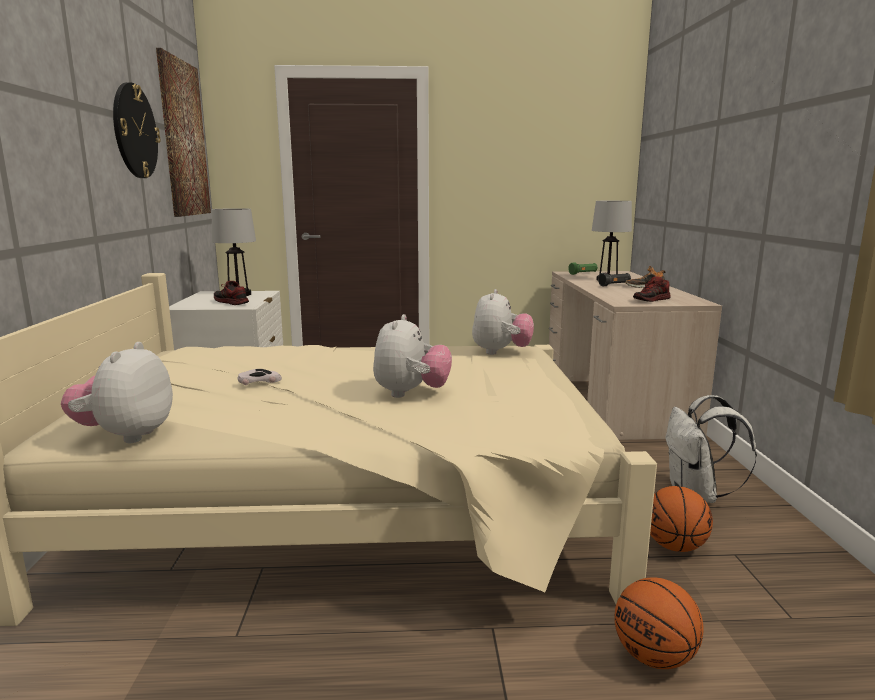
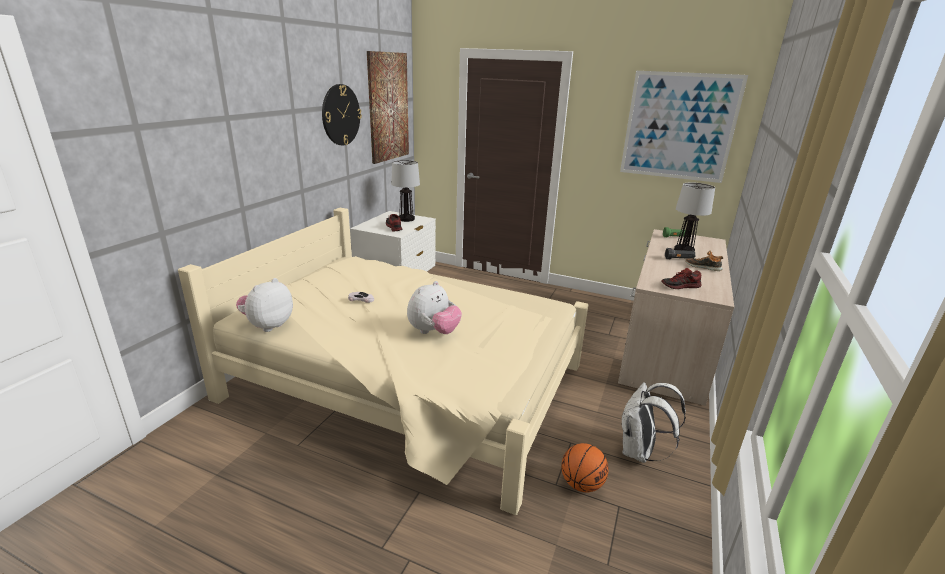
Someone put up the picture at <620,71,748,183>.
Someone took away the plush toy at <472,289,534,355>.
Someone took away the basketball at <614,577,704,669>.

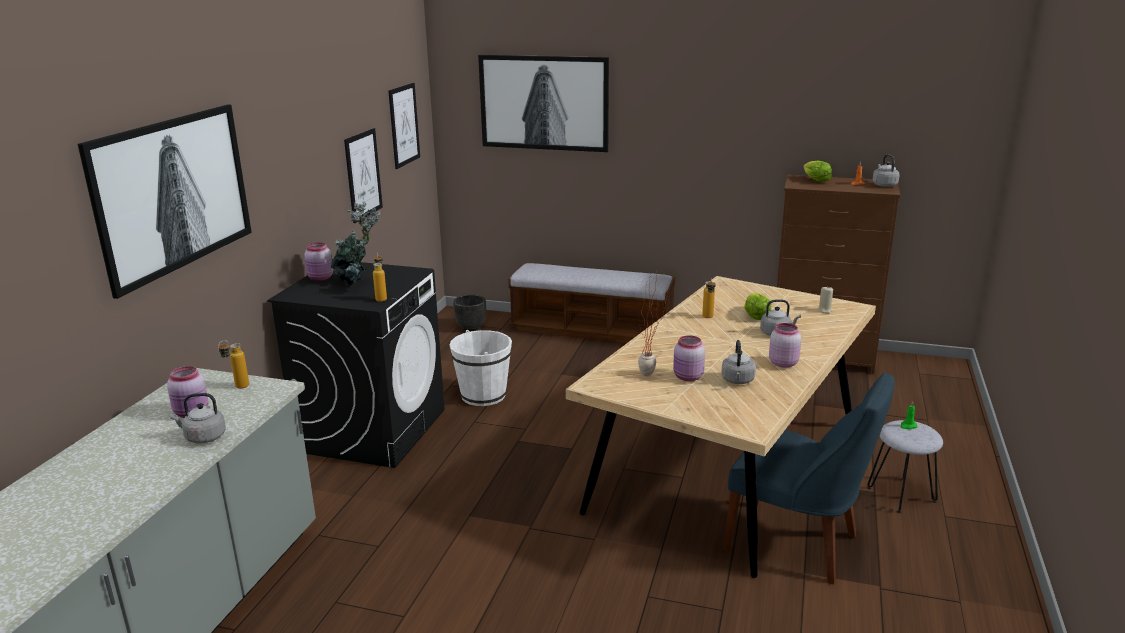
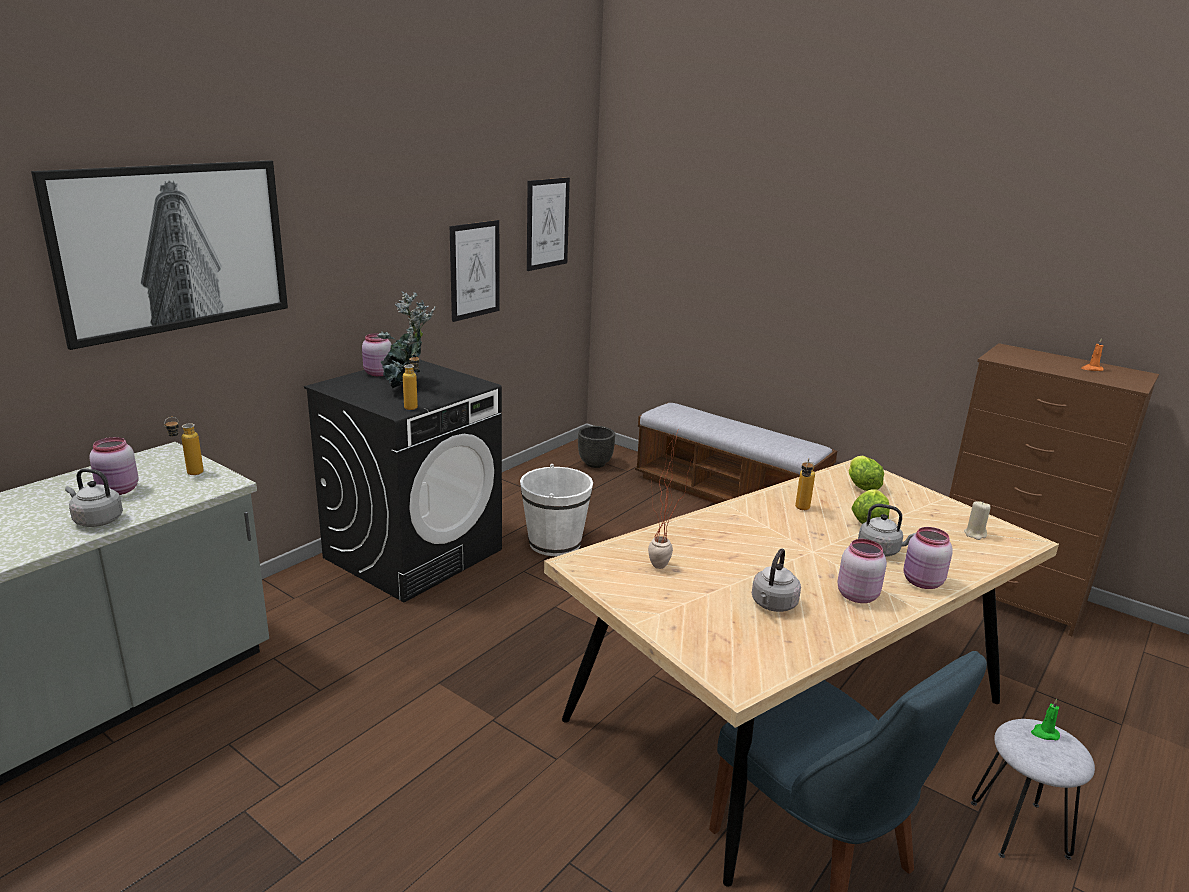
Someone carried the lettuce from <803,161,832,182> to <849,456,884,491>.
Someone carried the pink jar from <673,335,705,381> to <904,527,953,589>.
Someone took away the picture at <478,55,609,152>.
Someone took away the grey kettle at <872,154,899,187>.

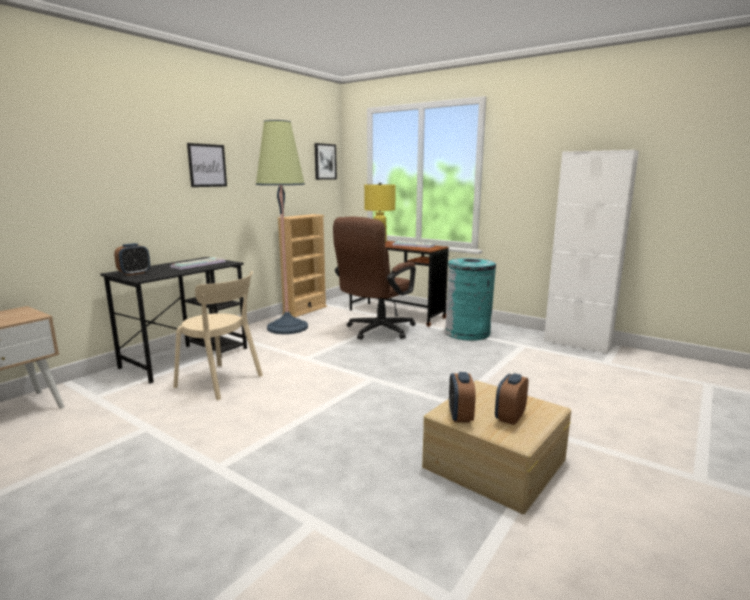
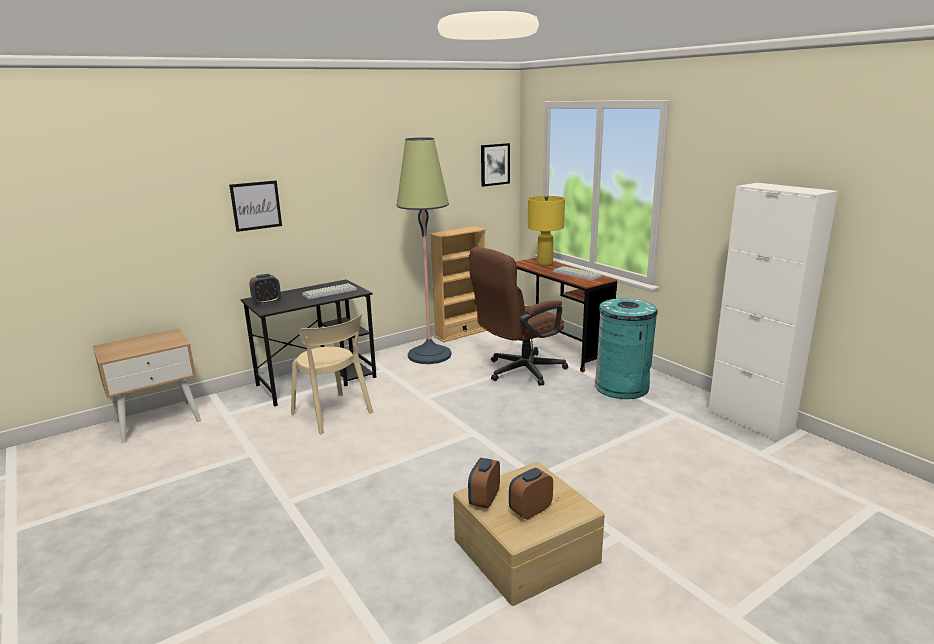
Someone carried the picture from <187,143,227,187> to <229,181,282,232>.

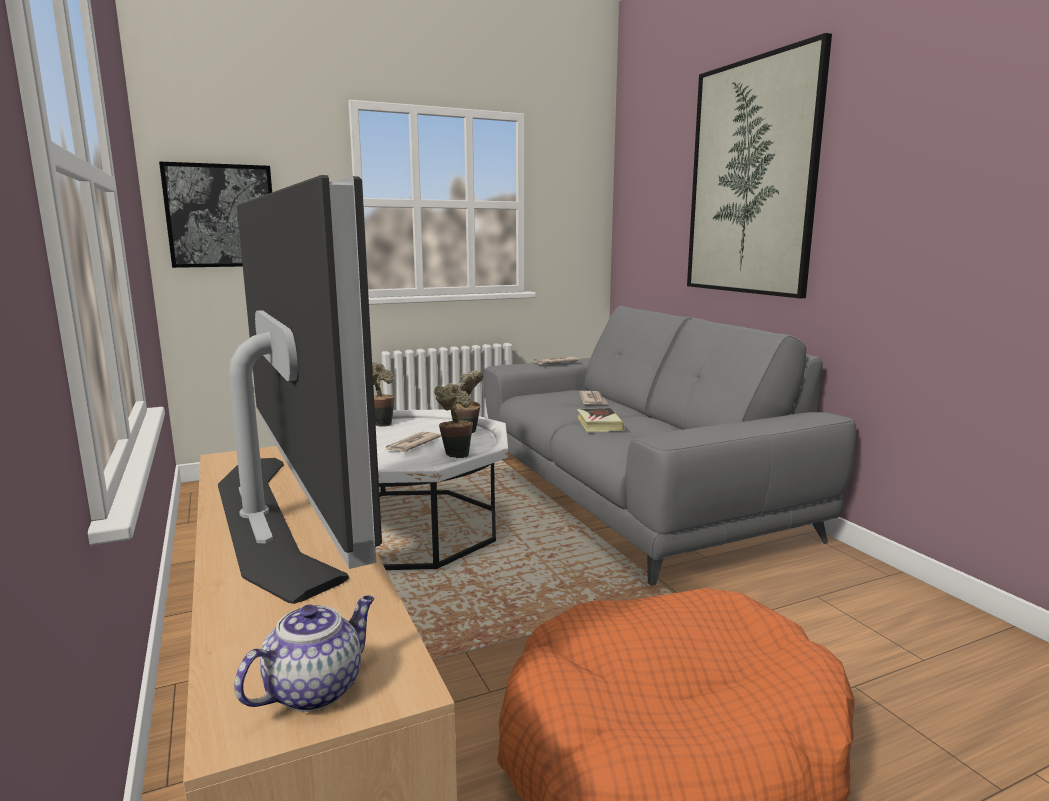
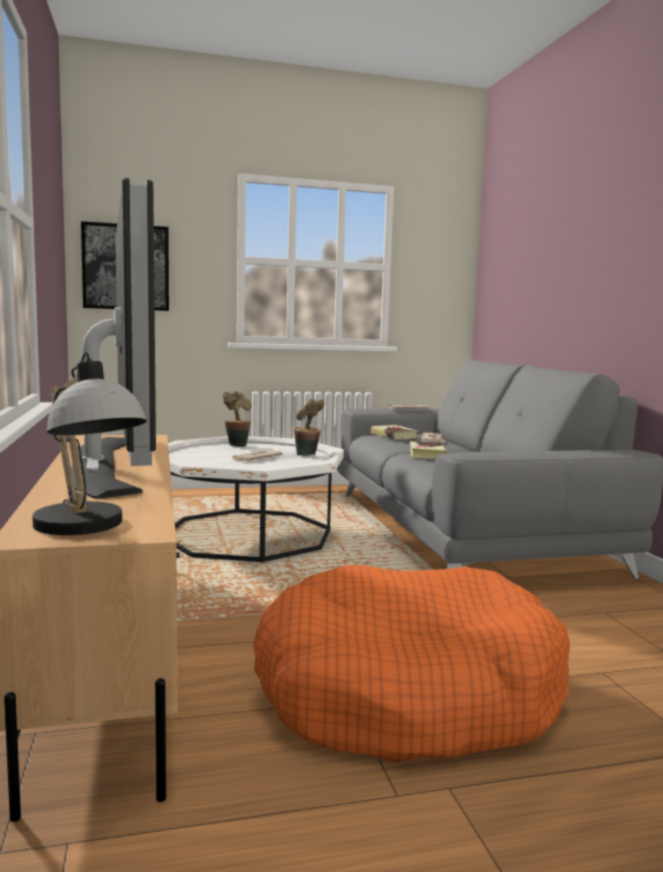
Someone swapped the teapot at <234,596,374,712> for the table lamp at <32,352,147,535>.
Someone put down the book at <370,425,418,439>.
Someone took away the potted plant at <434,383,473,458>.
Someone took away the picture at <687,33,832,298>.

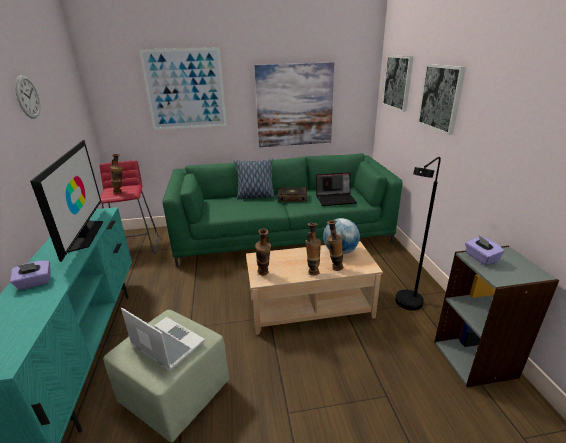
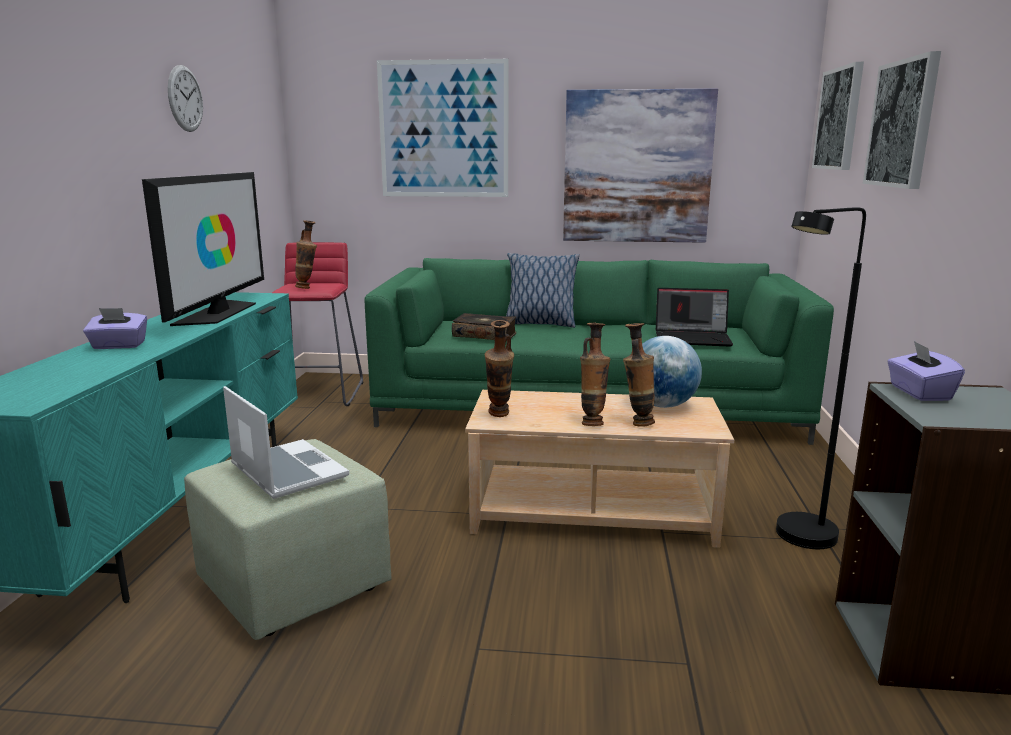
Someone carried the book from <278,187,307,202> to <452,313,516,342>.

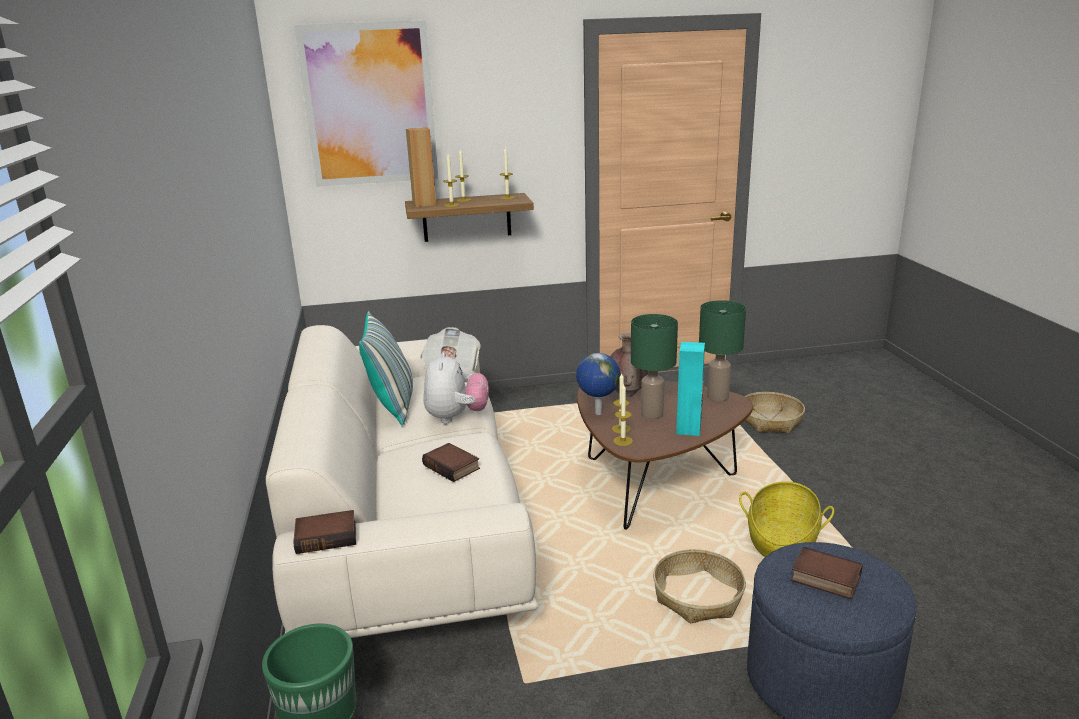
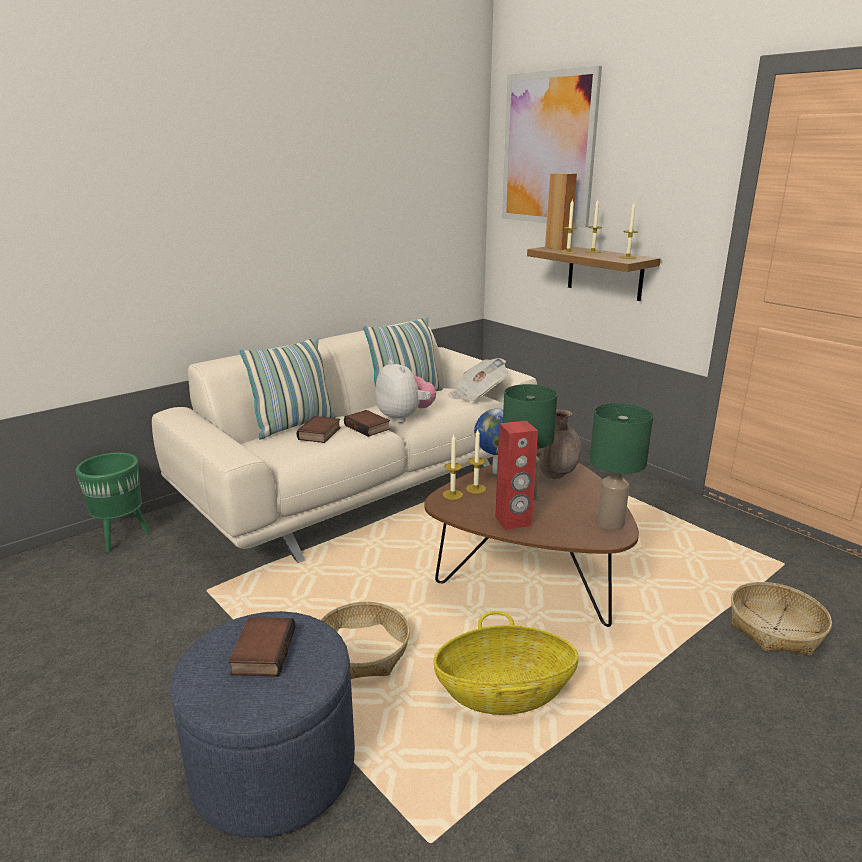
Someone put down the pillow at <239,337,337,439>.
Someone carried the book from <293,510,356,554> to <344,410,390,437>.
Someone rotated the plush toy at <423,351,489,423> by 90 degrees counterclockwise.
Someone repainted the turquoise speaker at <676,342,705,436>, which became the red speaker at <495,421,538,530>.

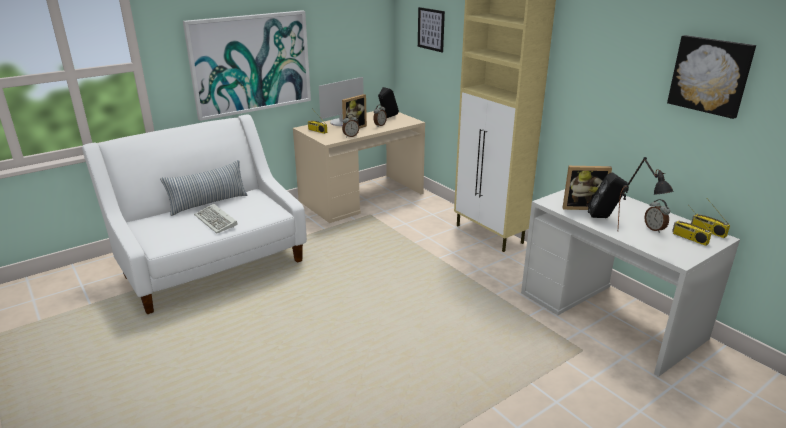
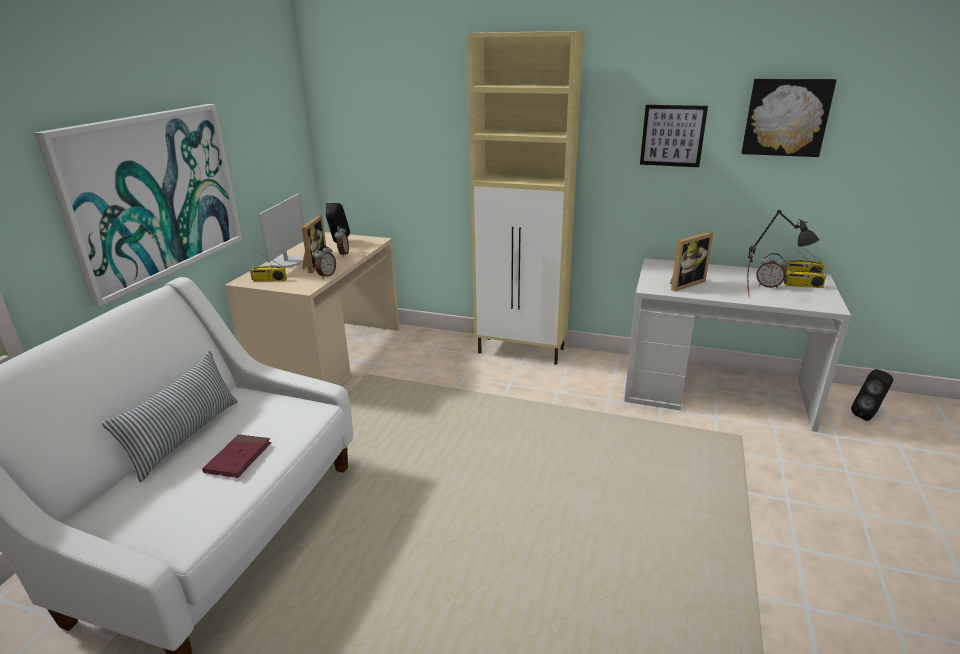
Someone swapped the keyboard at <194,204,238,233> for the red book at <202,434,271,478>.
Someone carried the picture from <418,7,445,52> to <640,105,708,167>.
Someone carried the black speaker from <588,172,628,218> to <851,369,893,421>.

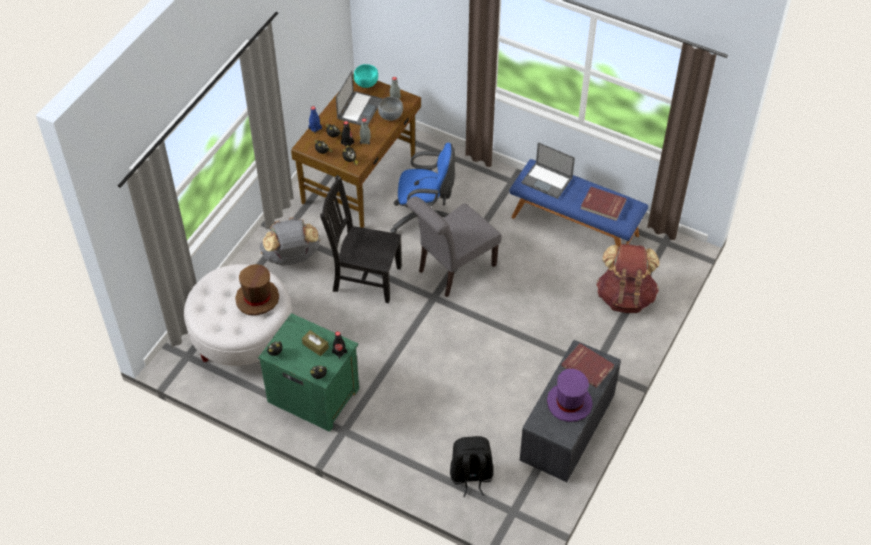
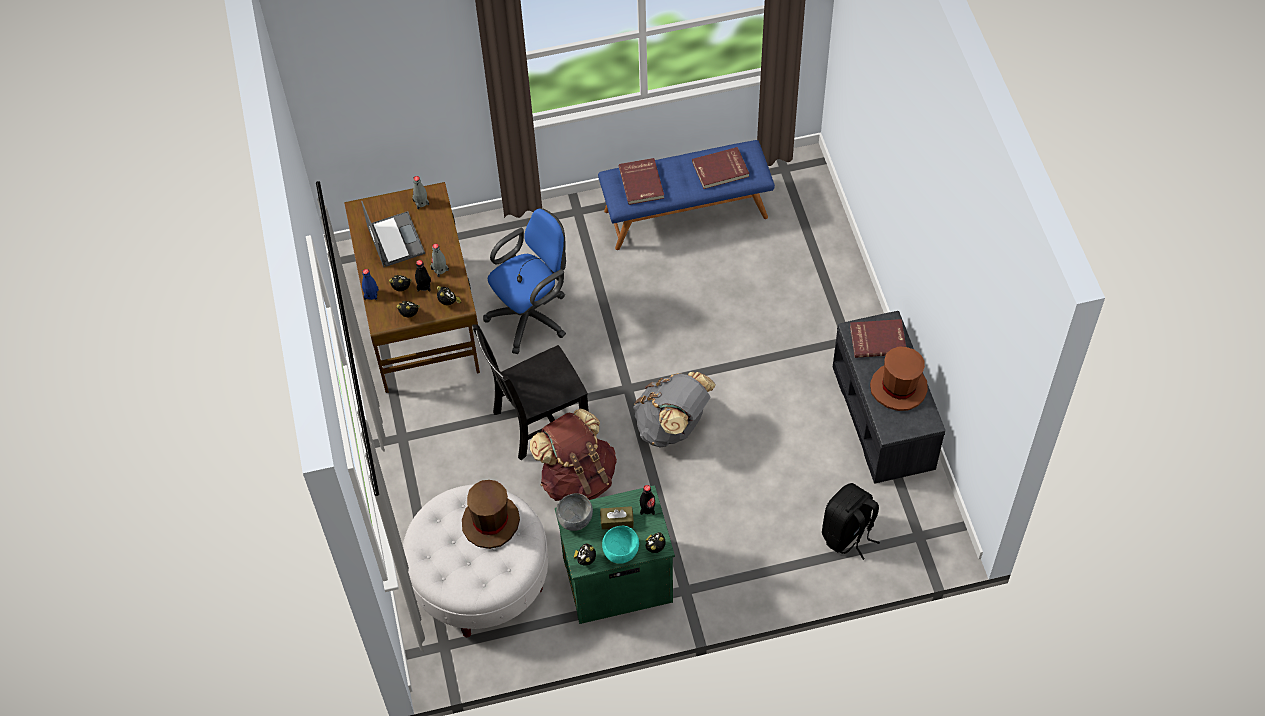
Someone carried the brown backpack from <596,244,659,313> to <530,409,617,501>.
Someone carried the grey bowl from <378,97,403,121> to <556,493,593,531>.
Someone carried the turquoise bowl from <354,64,378,88> to <602,526,639,564>.
Someone swapped the laptop at <521,142,575,199> for the red book at <619,158,664,205>.
Someone carried the grey backpack from <260,217,320,265> to <633,372,716,448>.
Someone repainted the purple hat at <547,369,593,422>, which became the brown hat at <870,346,928,411>.
Someone took away the grey chair at <406,196,502,297>.

